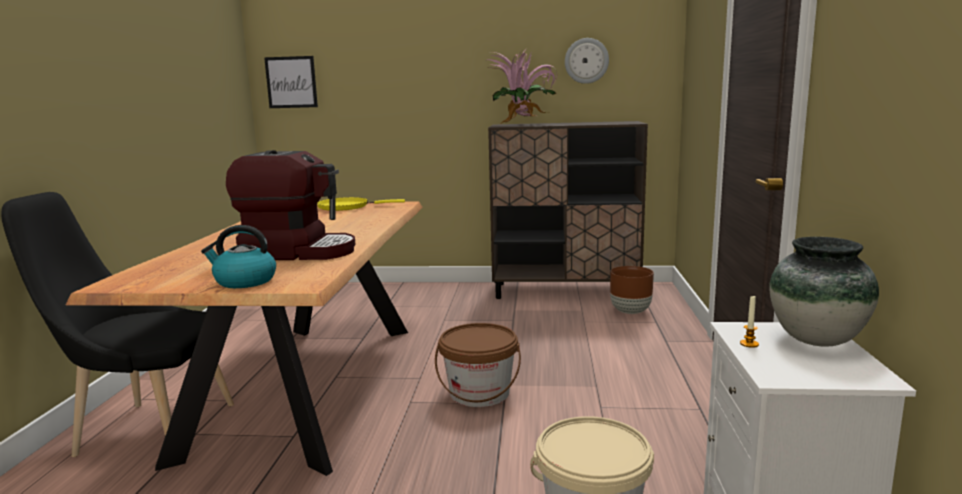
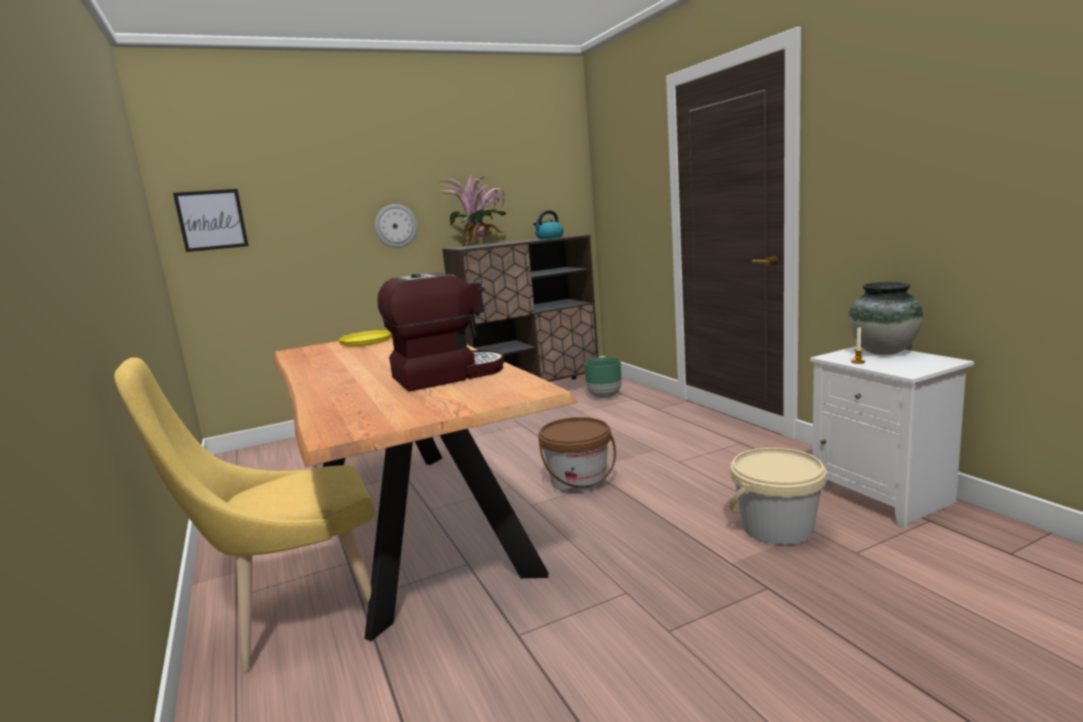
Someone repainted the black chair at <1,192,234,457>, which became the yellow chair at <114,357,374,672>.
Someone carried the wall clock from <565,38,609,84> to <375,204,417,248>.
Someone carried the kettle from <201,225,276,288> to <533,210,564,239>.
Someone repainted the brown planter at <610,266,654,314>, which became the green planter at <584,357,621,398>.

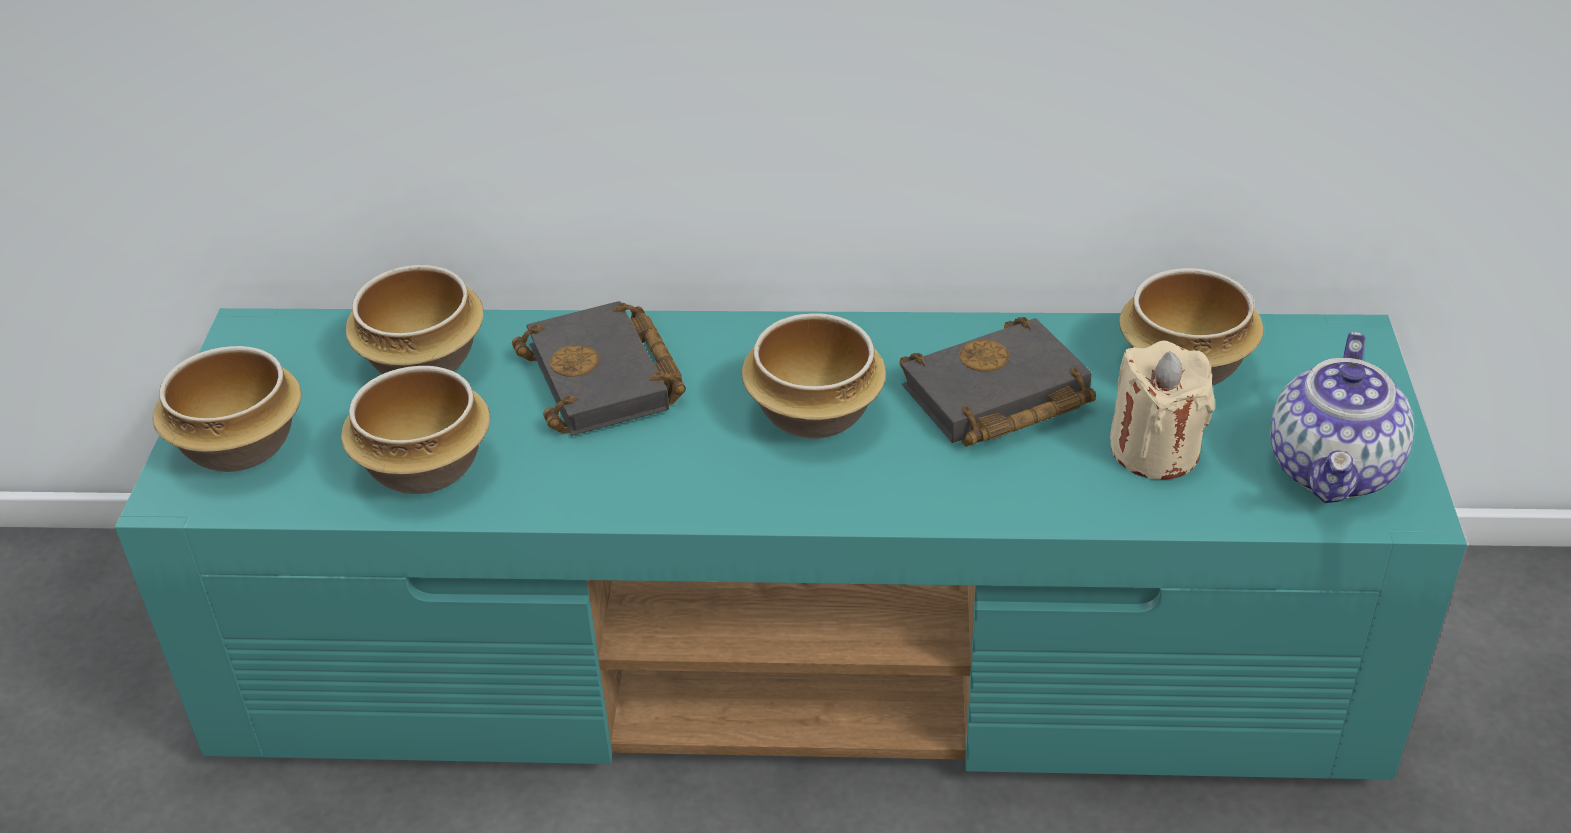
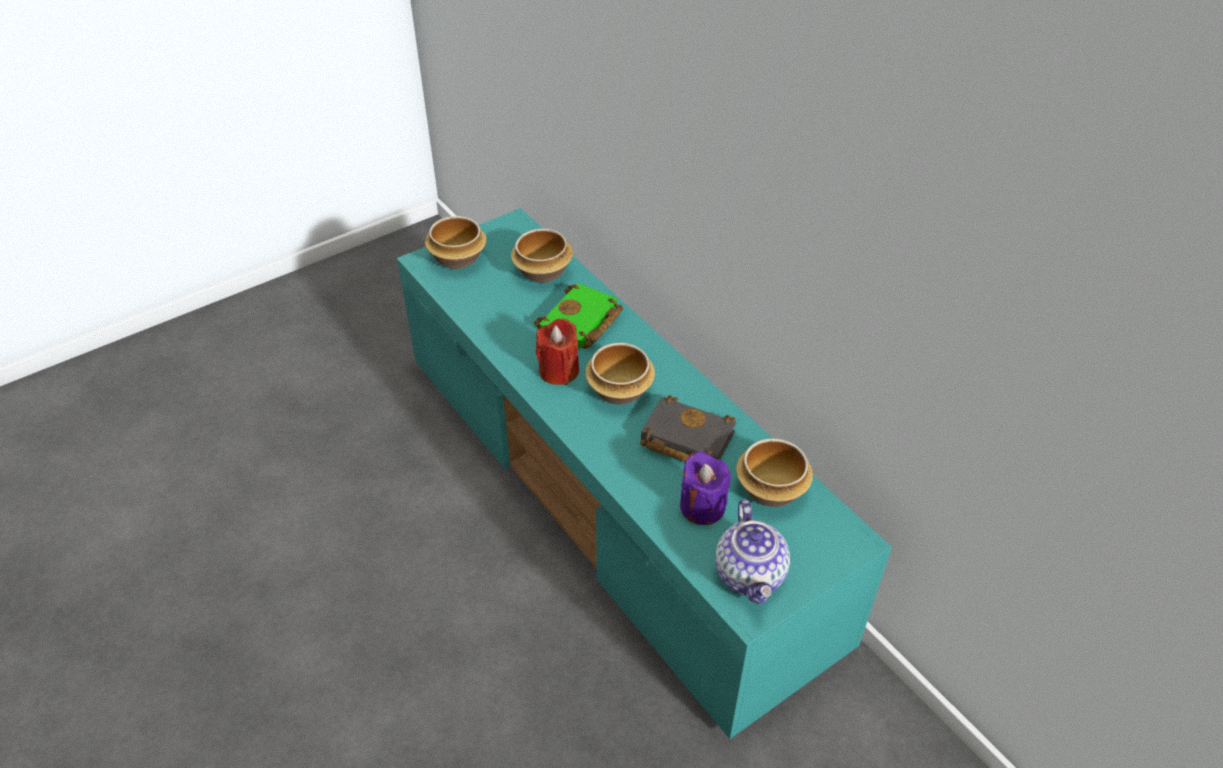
Someone repainted the black book at <512,301,686,436>, which became the green book at <534,283,624,350>.
Someone put down the red candle at <536,318,579,385>.
Someone repainted the beige candle at <1110,341,1215,480>, which became the purple candle at <680,451,731,525>.
Someone rotated the teapot at <1270,332,1414,503> by 75 degrees counterclockwise.
Someone took away the bowl at <341,366,490,494>.

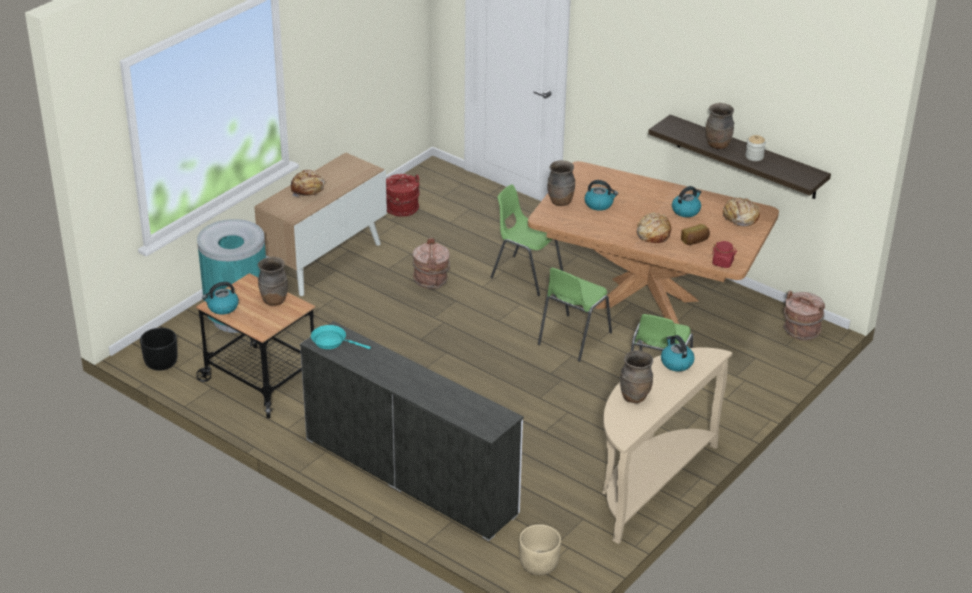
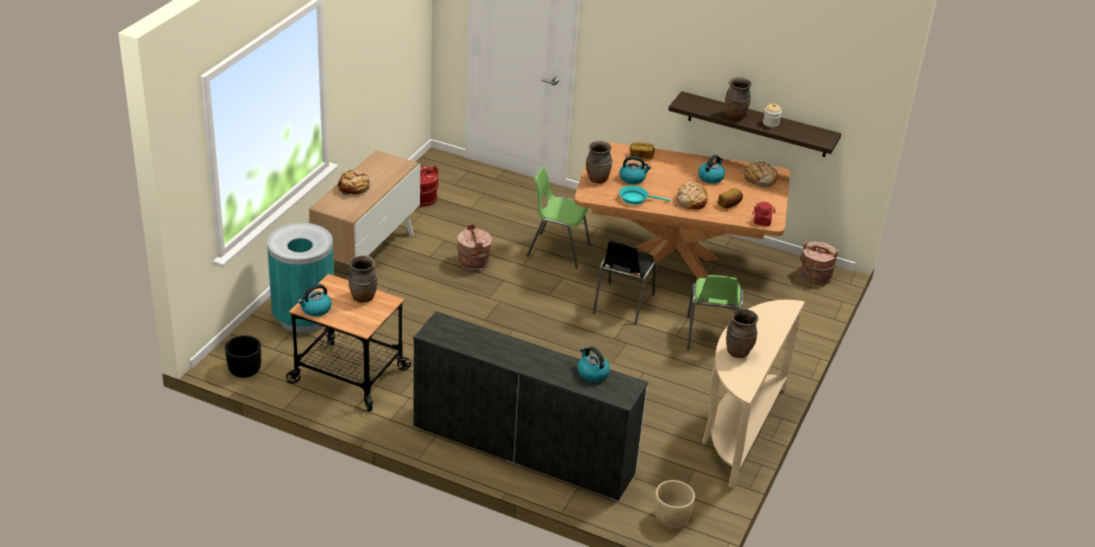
Someone carried the kettle from <661,335,695,371> to <577,347,610,382>.
Someone repainted the green chair at <538,267,612,362>, which became the black chair at <593,241,656,325>.
Someone carried the turquoise frying pan from <311,325,371,349> to <619,186,670,205>.
Someone put down the bread at <630,142,655,159>.

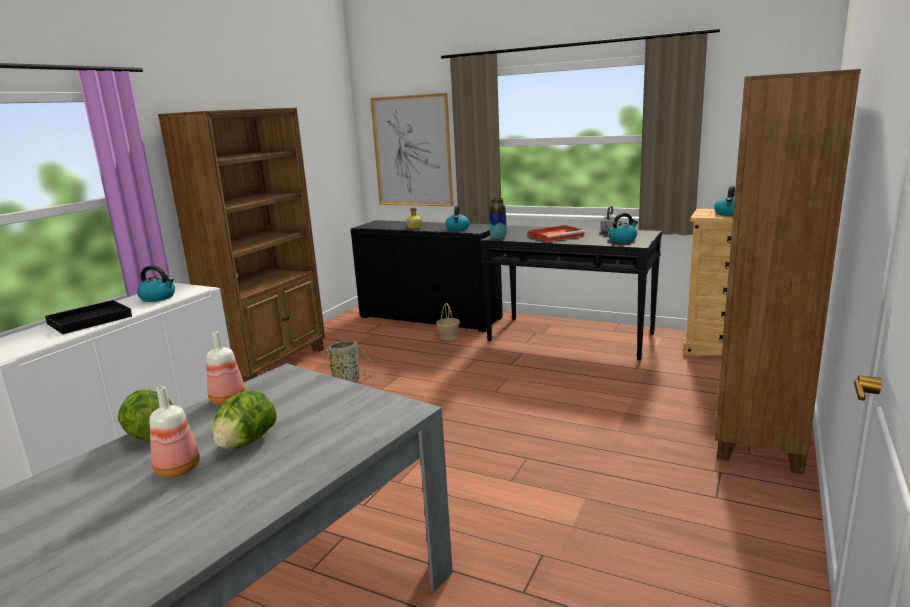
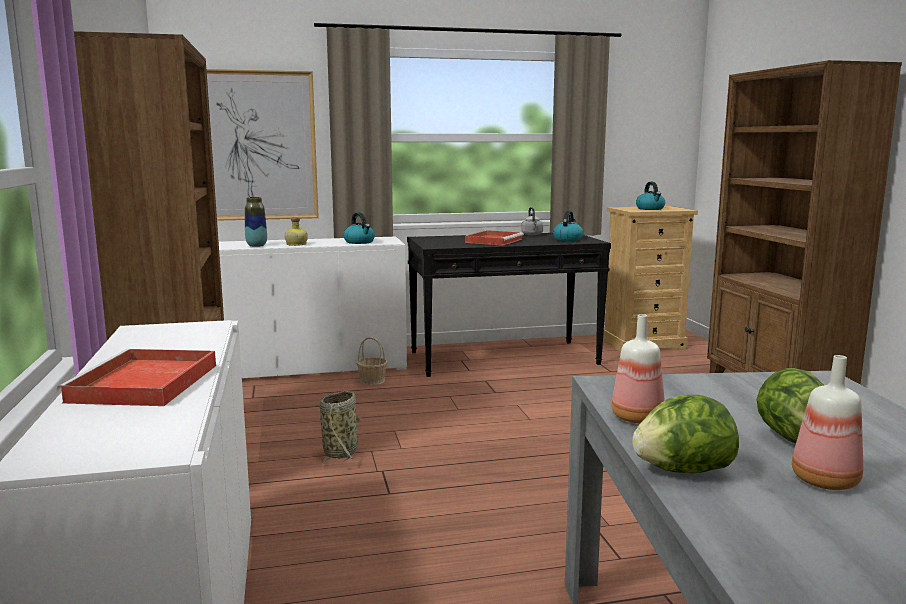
Someone repainted the black tray at <45,300,132,334>, which became the red tray at <57,349,216,406>.
Someone repainted the black cabinet at <351,220,503,332>, which became the white cabinet at <219,237,407,378>.
Someone carried the vase from <489,198,507,239> to <245,197,267,247>.
Someone took away the kettle at <137,265,175,302>.

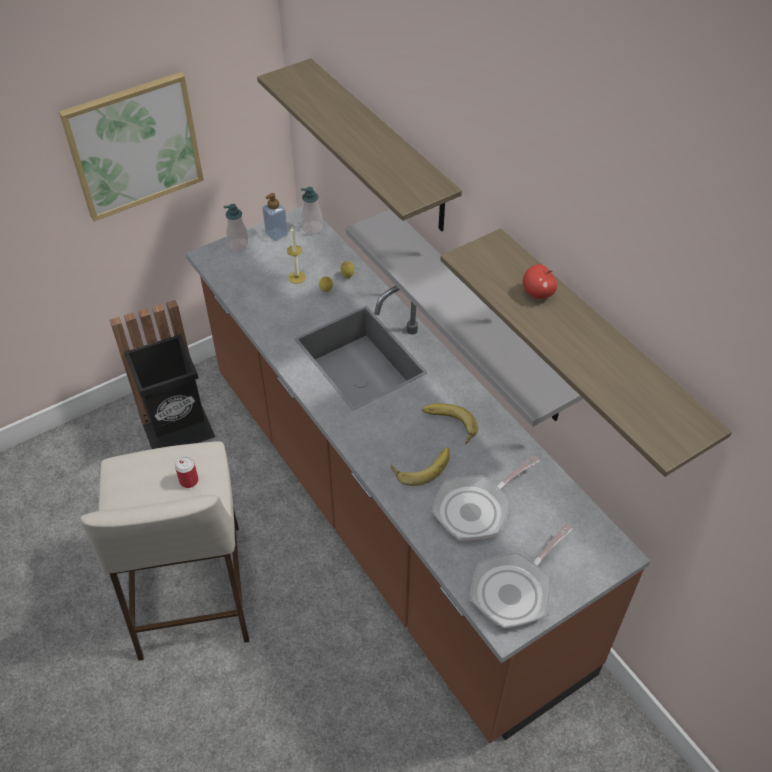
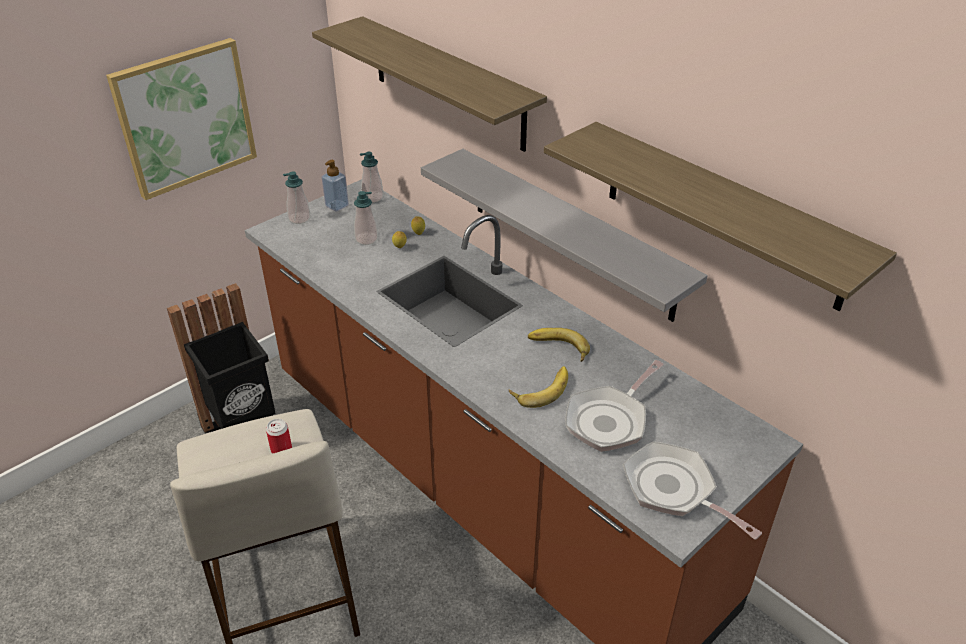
Someone swapped the candle at <287,227,306,284> for the soap dispenser at <354,191,378,245>.
Someone rotated the frying pan at <470,523,573,628> by 105 degrees clockwise.
Someone took away the apple at <523,264,557,299>.

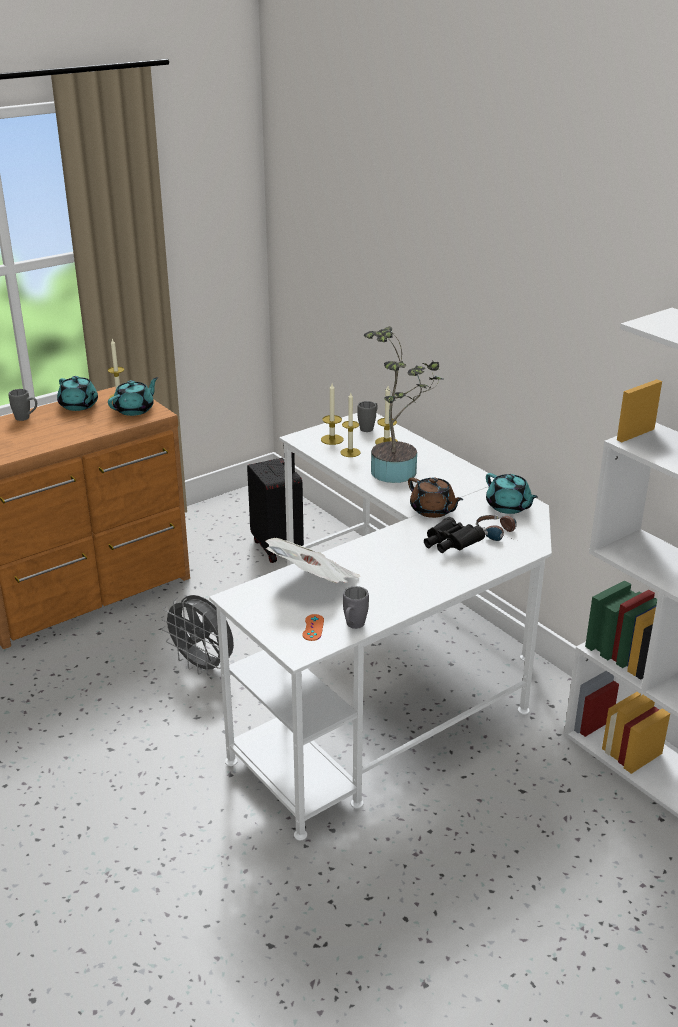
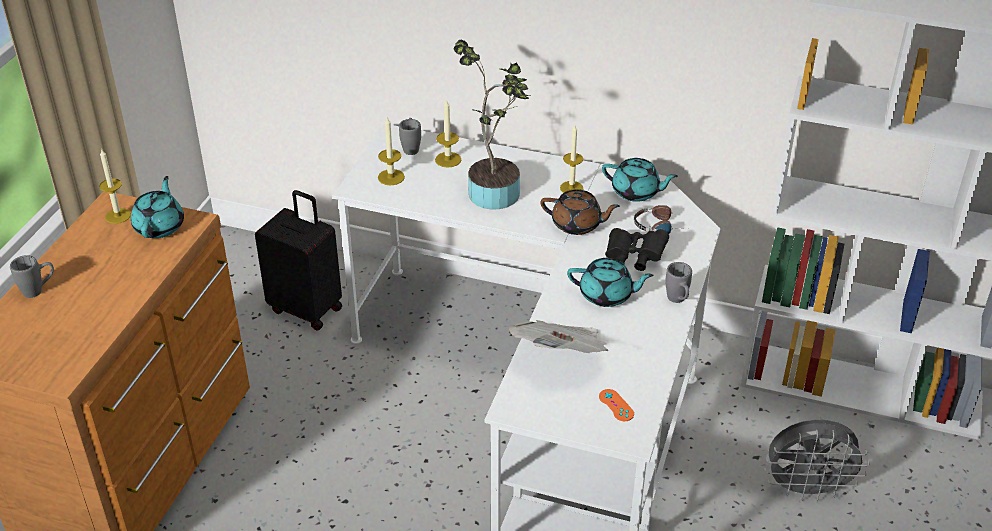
Someone carried the candle from <340,393,361,457> to <560,125,583,193>.
Someone carried the turquoise teapot from <57,376,98,411> to <567,258,654,307>.
Someone carried the grey mug from <343,586,369,629> to <665,262,692,303>.
Someone carried the grey fan from <161,595,234,676> to <764,420,870,501>.

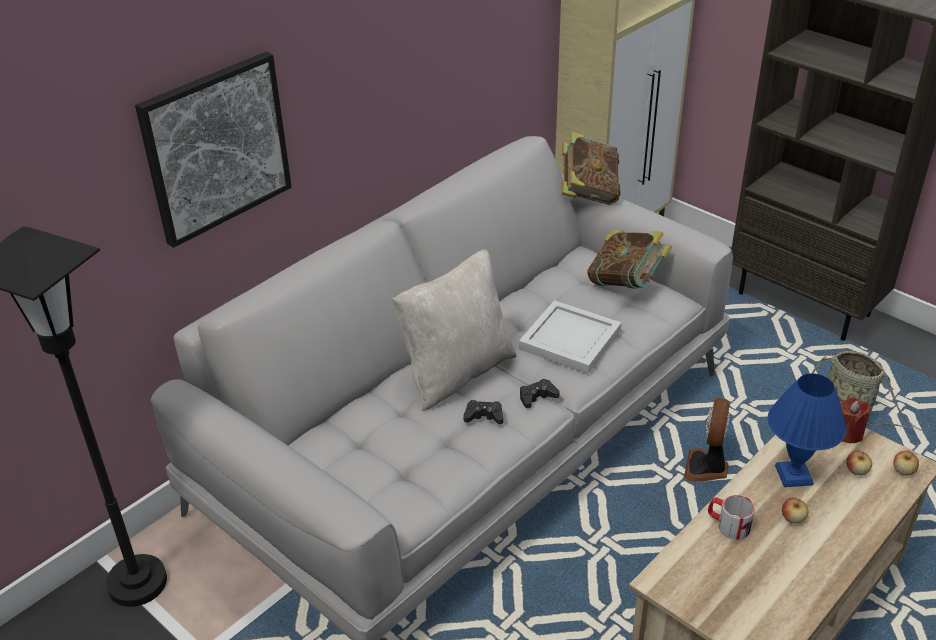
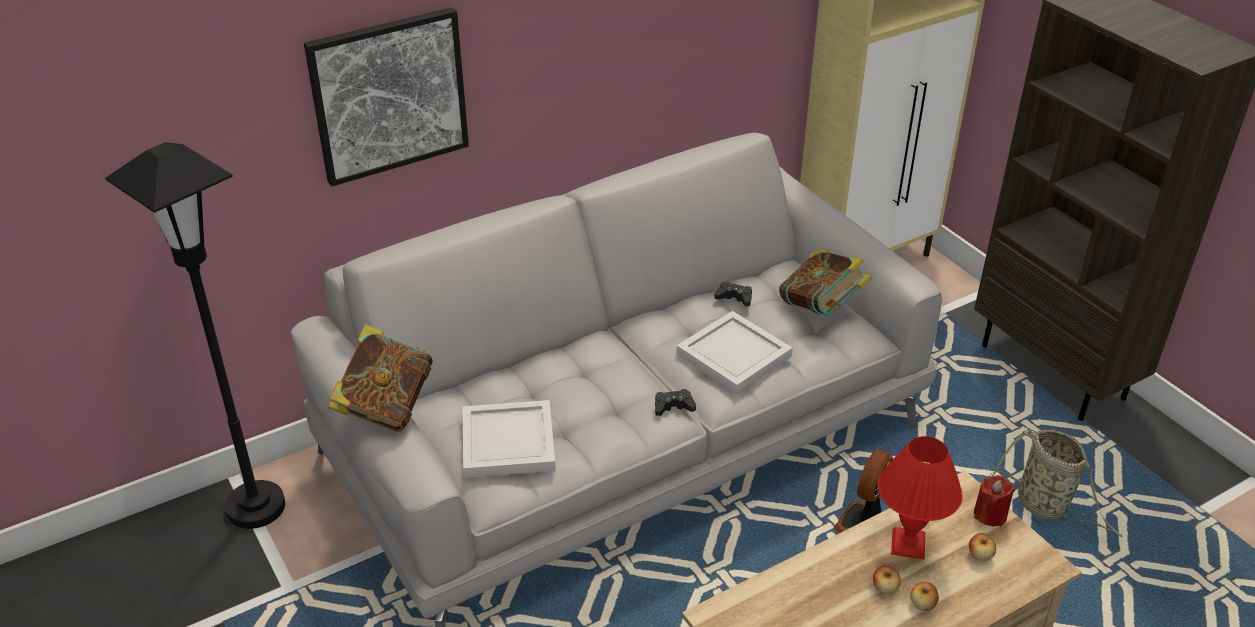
Someone carried the book from <562,131,620,205> to <328,324,433,432>.
Someone put down the white tray at <463,400,556,478>.
Someone carried the black game controller from <463,400,503,424> to <714,281,752,306>.
Someone repainted the blue table lamp at <768,373,847,487>, which became the red table lamp at <878,436,963,559>.
Someone carried the apple from <893,451,919,476> to <910,582,939,611>.
Someone took away the beige pillow at <392,249,517,411>.
Someone took away the mug at <708,495,755,540>.

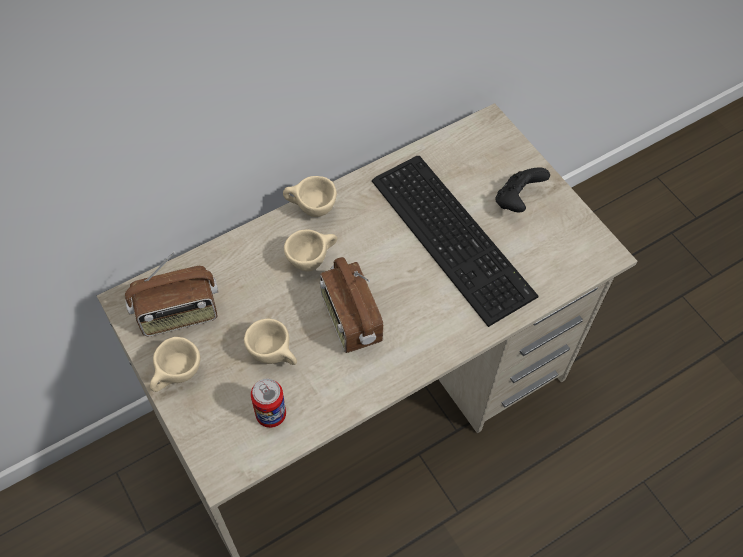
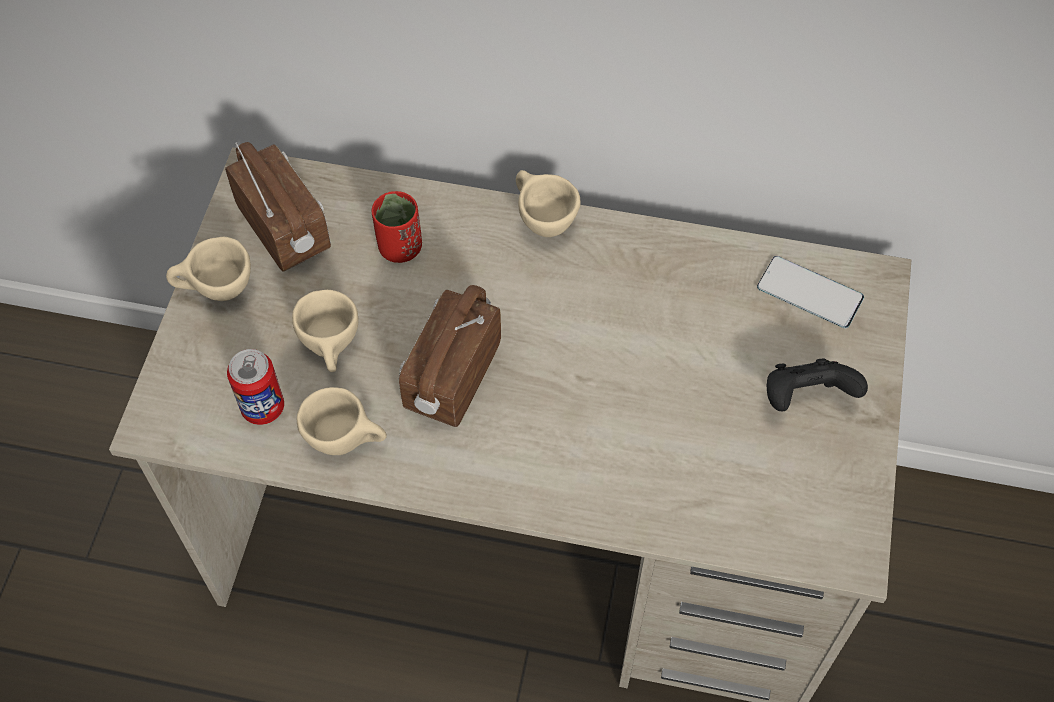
Someone rotated the radio at <125,252,219,336> by 150 degrees counterclockwise.
Someone carried the beige cup from <284,230,337,272> to <297,387,387,455>.
Someone put down the red cup at <371,191,422,263>.
Someone put down the phone at <757,256,864,328>.
Someone took away the keyboard at <372,156,539,327>.

